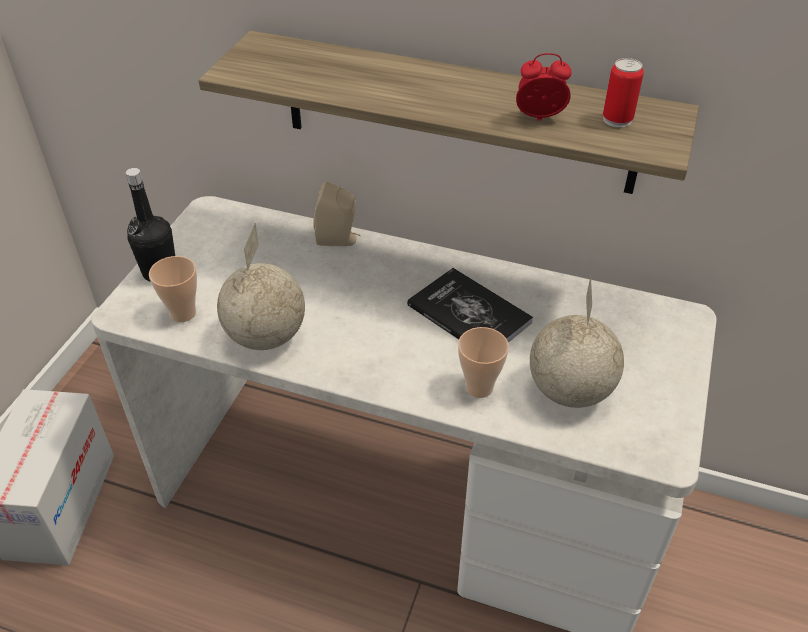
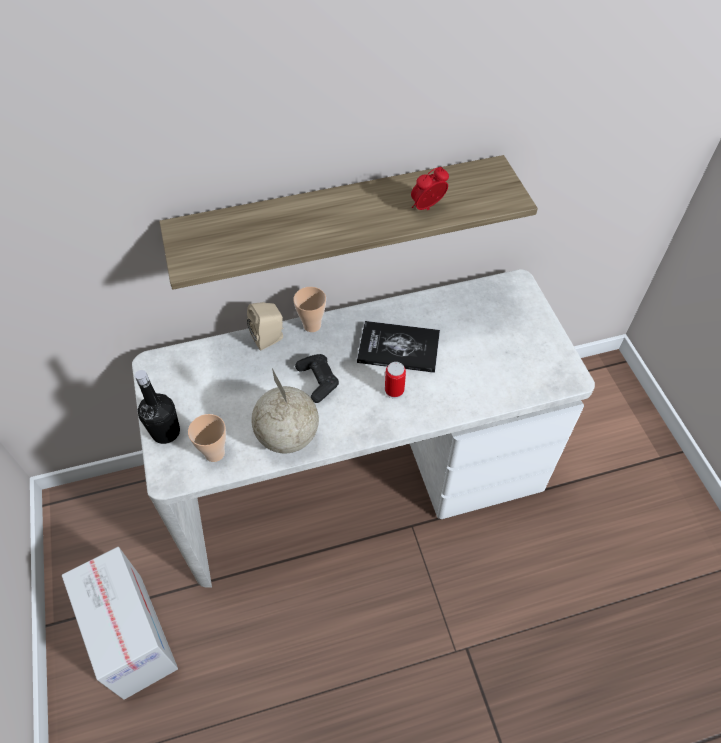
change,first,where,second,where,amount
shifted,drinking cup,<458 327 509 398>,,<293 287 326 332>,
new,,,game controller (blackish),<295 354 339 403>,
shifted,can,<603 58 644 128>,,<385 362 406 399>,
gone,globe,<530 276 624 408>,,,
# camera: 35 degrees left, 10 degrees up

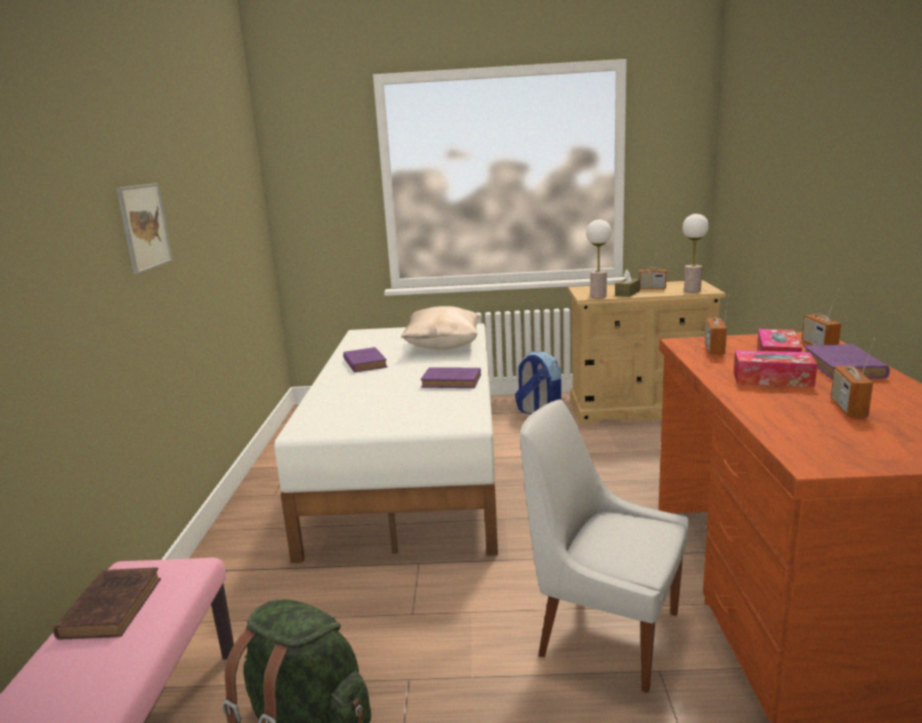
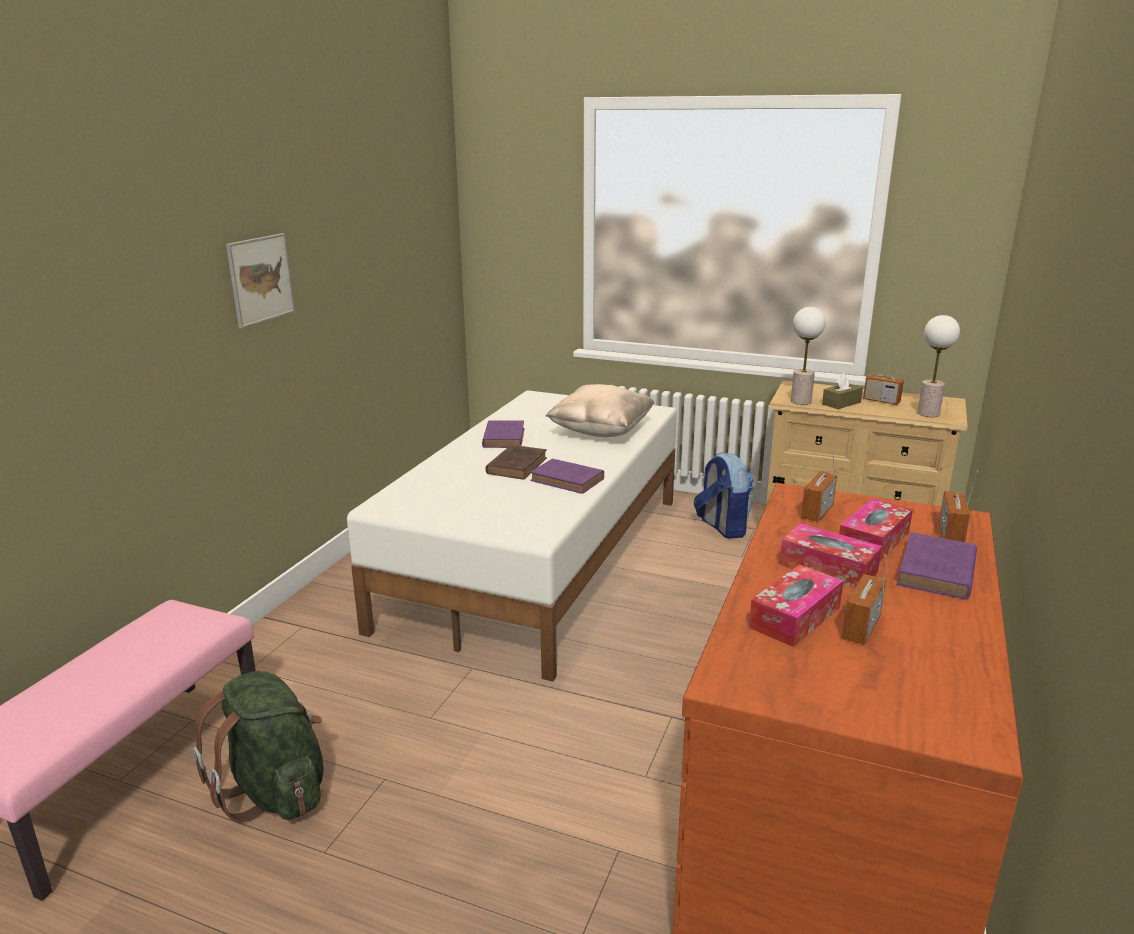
change,first,where,second,where,amount
shifted,volume (brown),<53 567 161 640>,,<486 445 547 480>,
new,,,tissue box,<749 564 843 647>,
gone,plain chair (white),<520 399 689 693>,,,
# camera: 20 degrees right, 5 degrees up

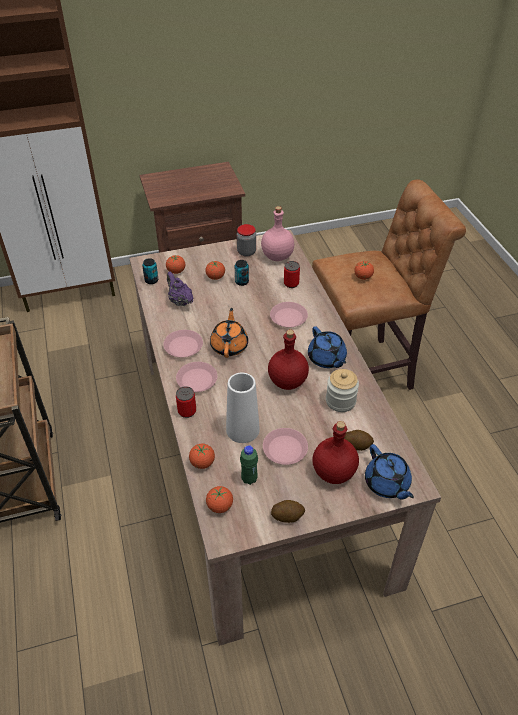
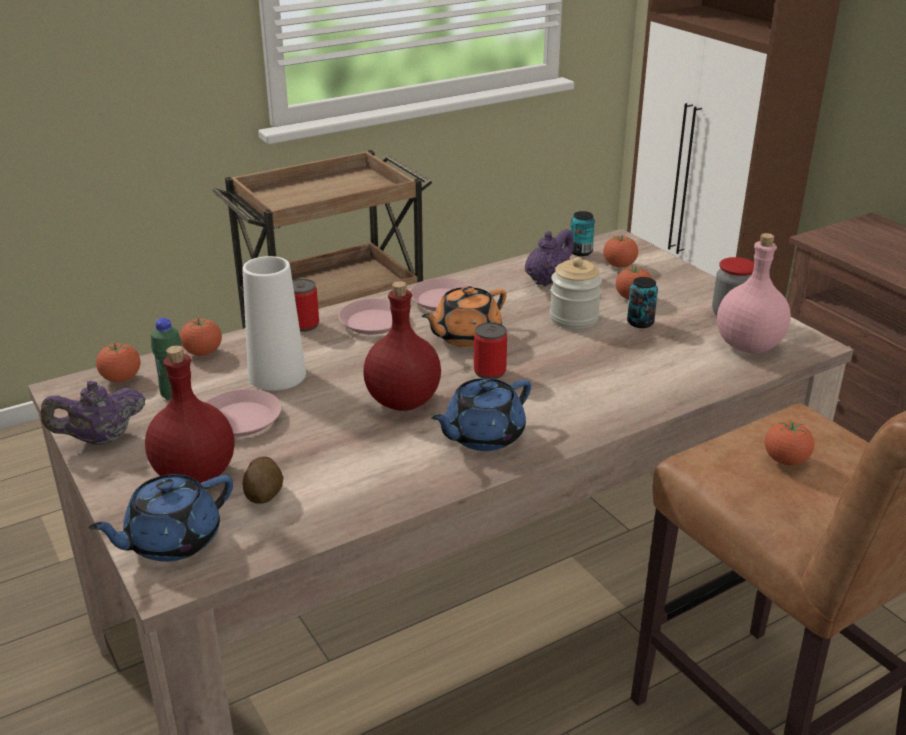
change,first,where,second,where,amount
swapped,potato,<271 500 305 523>,pot for tea (purple),<41 381 145 445>,
rotated,pot for tea (orange),<210 308 248 358>,,<422 286 507 347>,150 degrees clockwise
shifted,can,<284 261 300 288>,,<474 322 507 379>,
shifted,storage jar,<326 369 359 412>,,<550 257 602 329>,
gone,plate (pink-coloured),<270 302 308 328>,,,
# camera: 75 degrees right, 15 degrees down

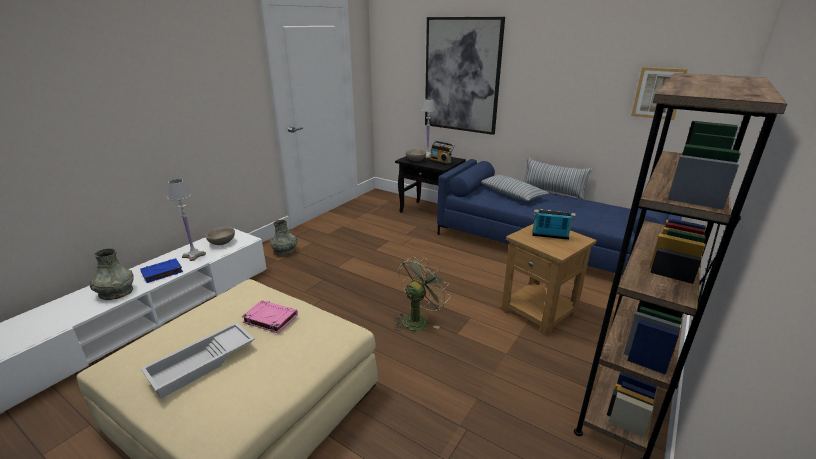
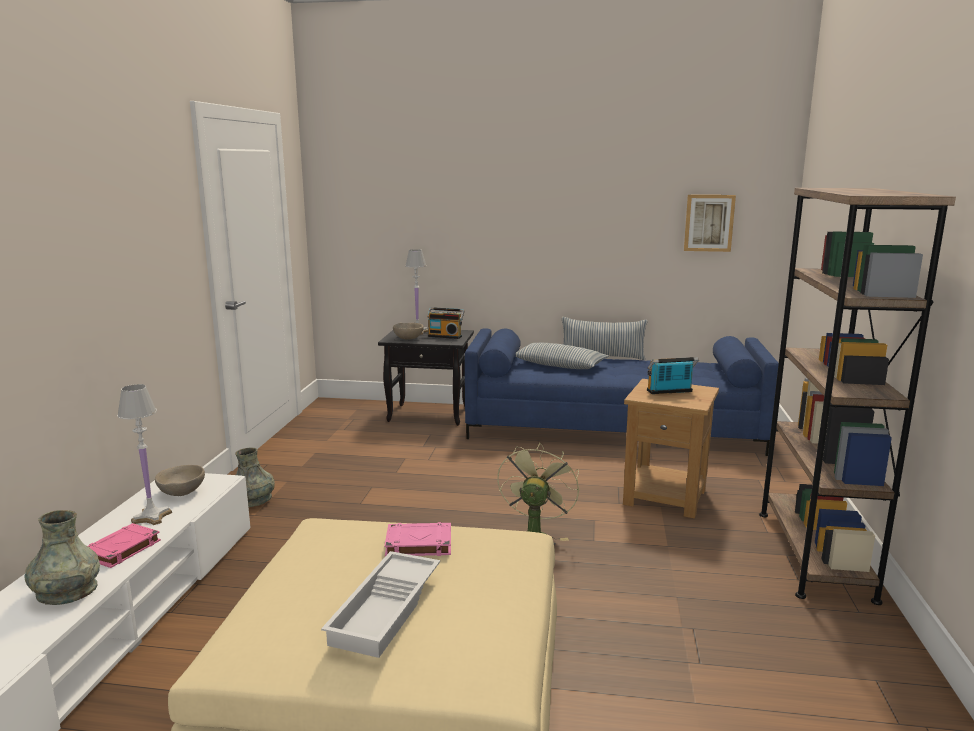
change,first,where,second,where,amount
repainted,volume (bluish),<140 258 183 283>,volume (pink-coloured),<88 523 161 568>,
gone,picture,<425 17 505 135>,,,
# camera: 25 degrees left, 10 degrees down

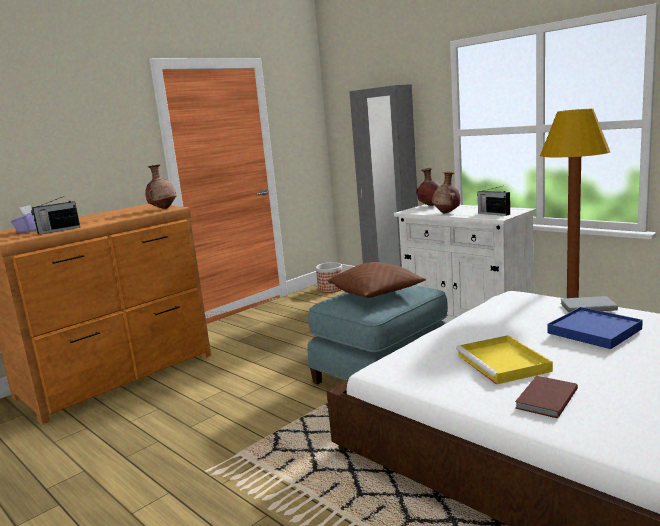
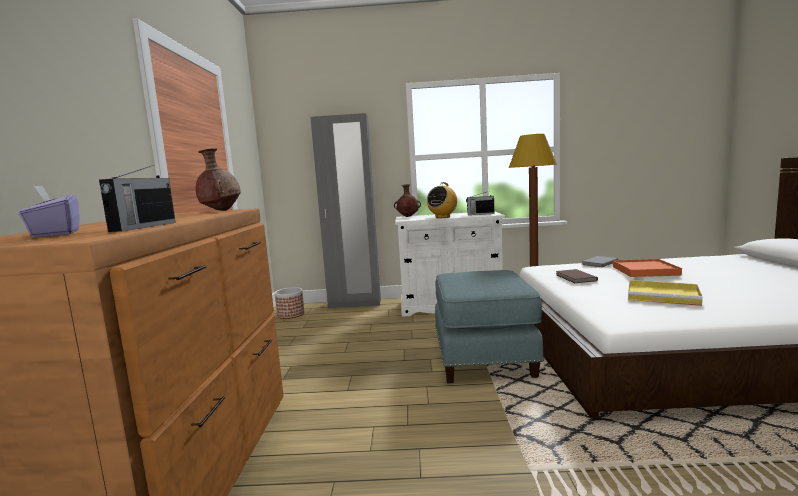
change,first,where,second,where,amount
swapped,vase (brown),<432 171 460 214>,radio set,<427 182 457 218>,
shifted,volume (brown),<515 376 578 418>,,<556 269 598 283>,
repainted,serving tray (bluish),<547 307 643 349>,serving tray (orange),<613 259 682 277>,
gone,pillow (brown),<328 262 426 298>,,,
# camera: 45 degrees left, 5 degrees down

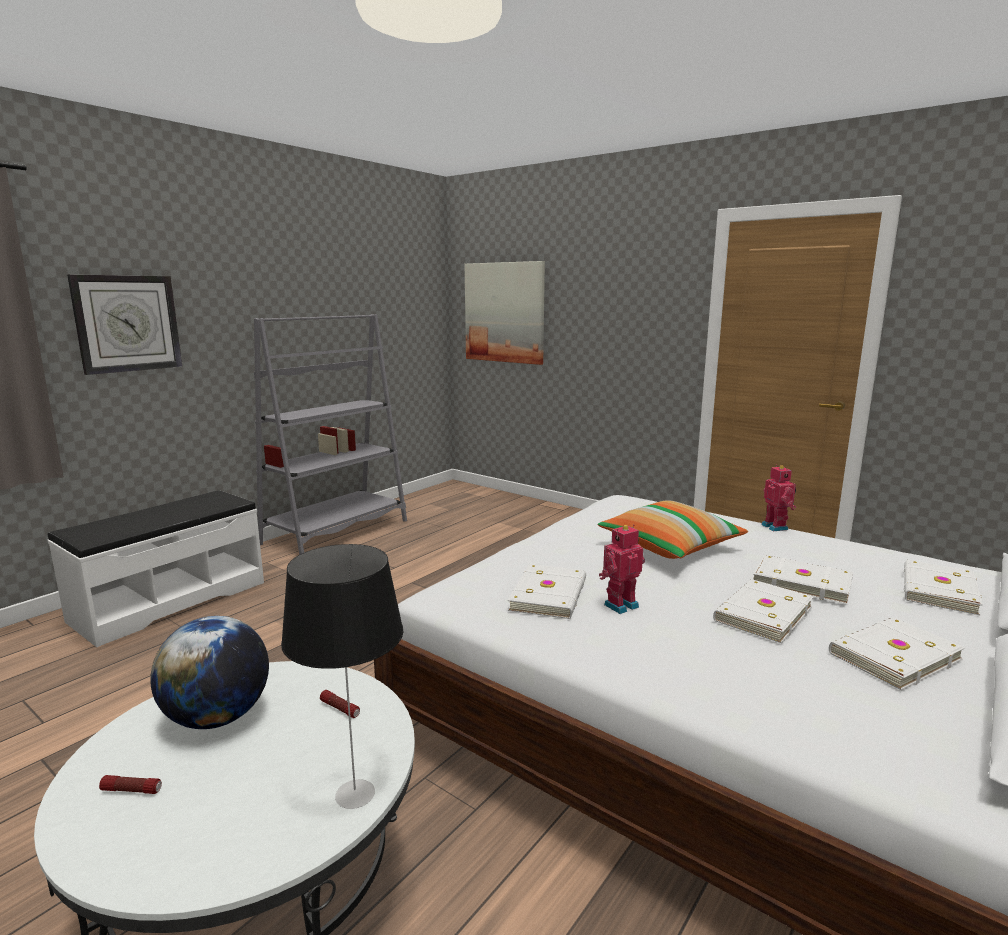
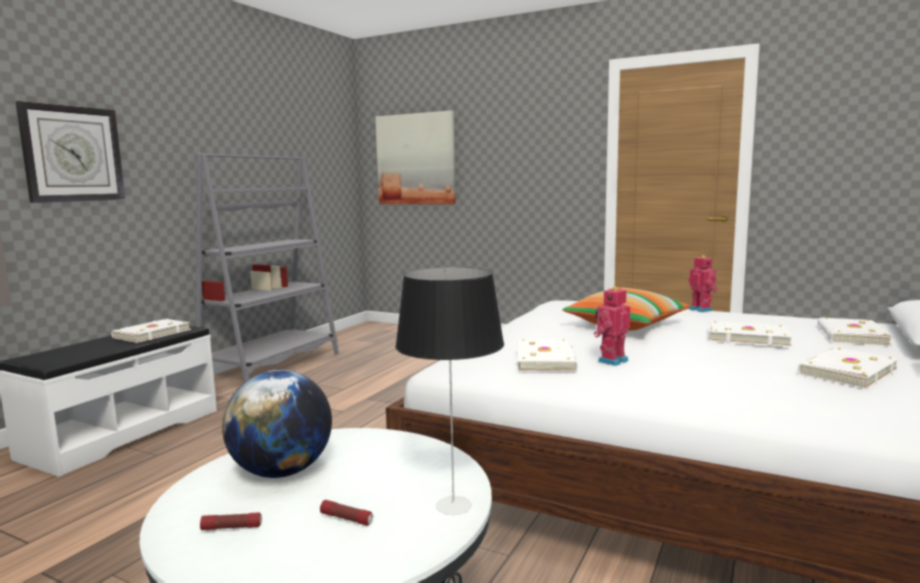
change,first,where,second,where,amount
shifted,volume (white),<713 579 814 643>,,<111 319 191 343>,
shifted,flashlight,<320 690 360 718>,,<320 500 373 526>,
# camera: 10 degrees left, 5 degrees down

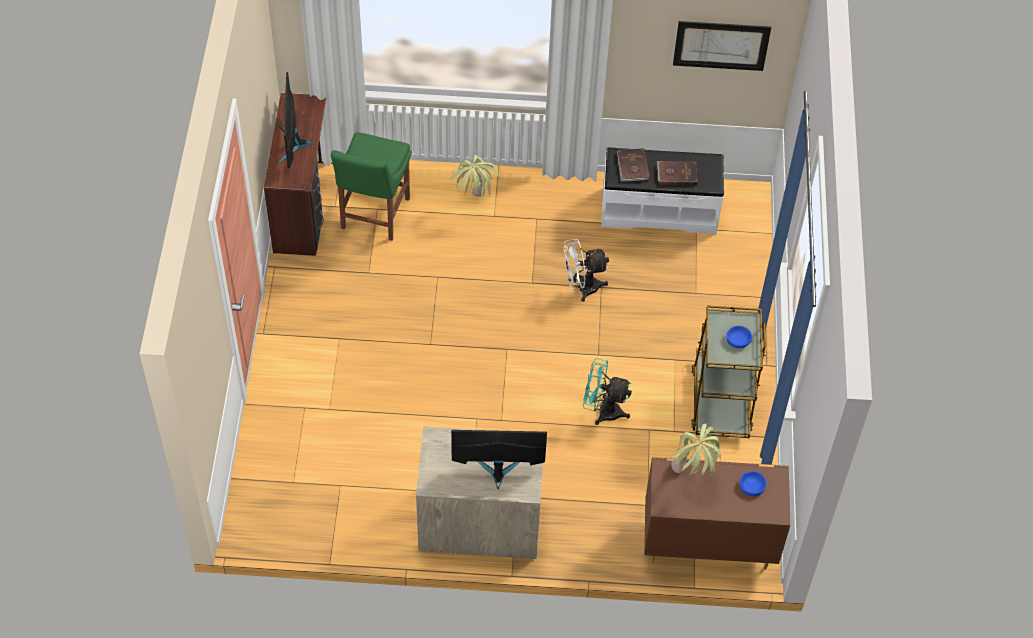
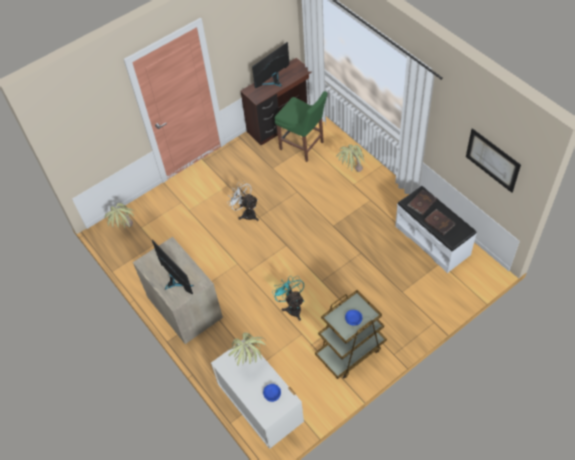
change,first,where,second,where,amount
new,,,potted plant,<104 203 134 228>,
repainted,drawer chest (brown),<644 457 790 570>,drawer chest (white),<211 340 304 449>,
shifted,cooling fan (white),<563 239 609 302>,,<227 181 259 221>,
rotated,plain chair (greenish),<331 132 411 241>,,<275 91 328 162>,120 degrees counterclockwise
# camera: 55 degrees right, 0 degrees up

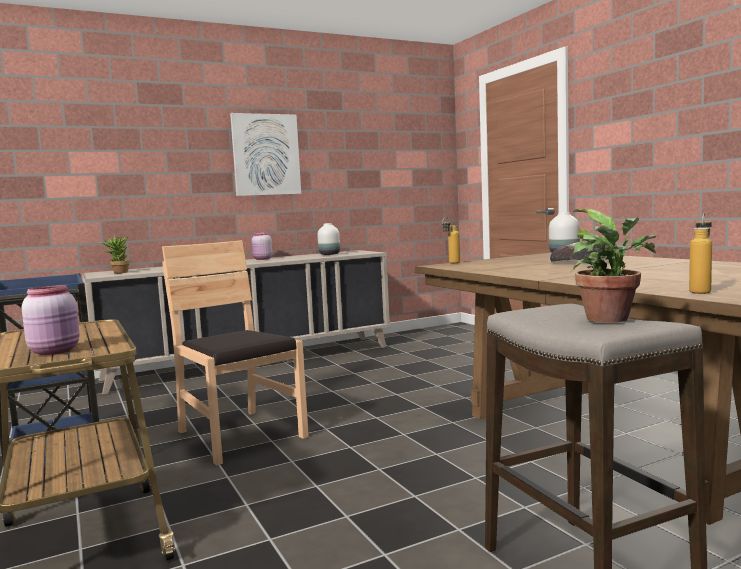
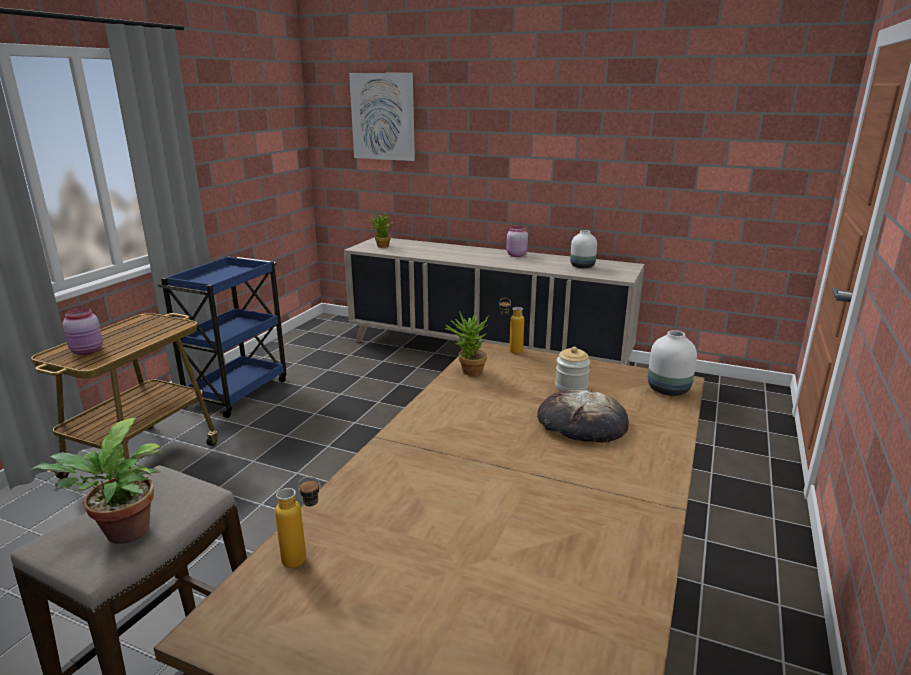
change,first,where,second,where,amount
shifted,picture,<230 113 301 196>,,<349 73 415 161>,
new,,,potted plant,<445 311 489 376>,
new,,,storage jar,<555 347 590 391>,
gone,plain chair (brown),<162 240 309 465>,,,
# camera: 50 degrees right, 15 degrees up

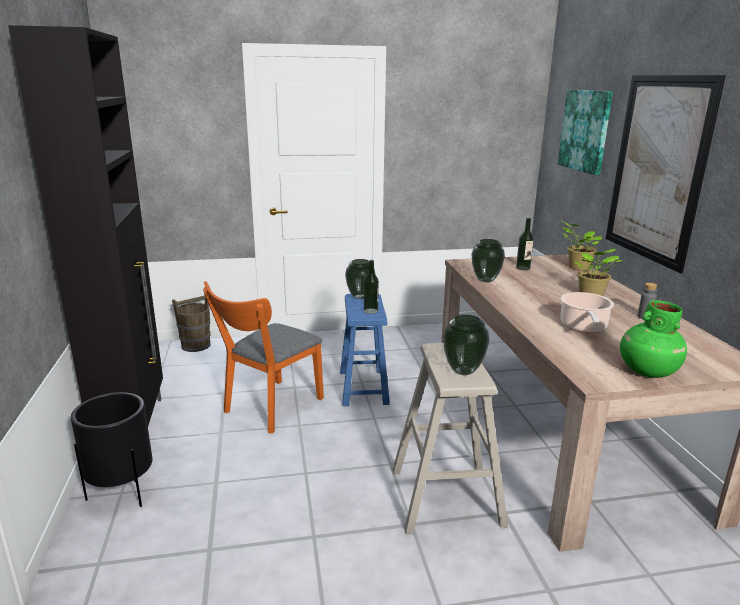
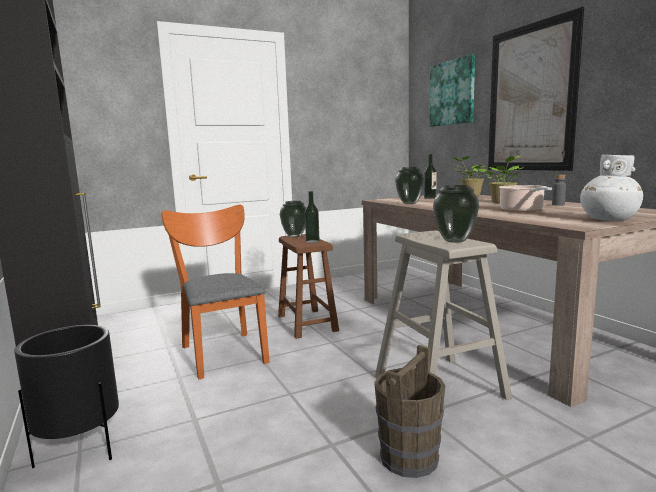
change,first,where,second,where,amount
rotated,plain chair (orange),<203 281 324 434>,,<161 204 270 379>,135 degrees clockwise
repainted,stool (bluish),<340 294 390 406>,stool (brown),<278 234 339 339>,
shifted,water bucket (brown),<172 296 211 352>,,<374 345 445 478>,
repainted,vase (greenish),<620 300 687 378>,vase (white),<580 155 643 221>,
# camera: 15 degrees left, 10 degrees down

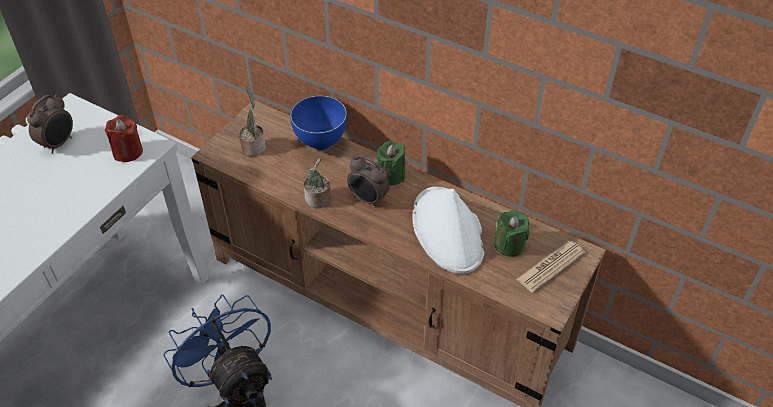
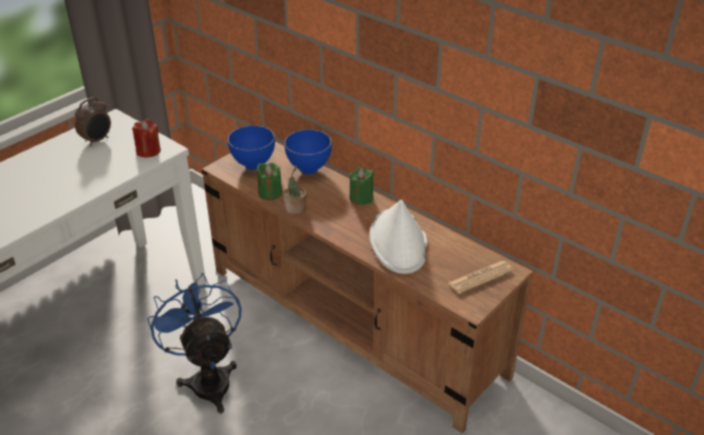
change,first,where,second,where,amount
swapped,potted plant,<239 86 266 156>,bowl (bluish),<227 125 275 170>,
shifted,candle (greenish),<494 210 529 257>,,<256 163 282 200>,
gone,alarm clock,<347 155 390 208>,,,
# camera: 10 degrees right, 10 degrees down

